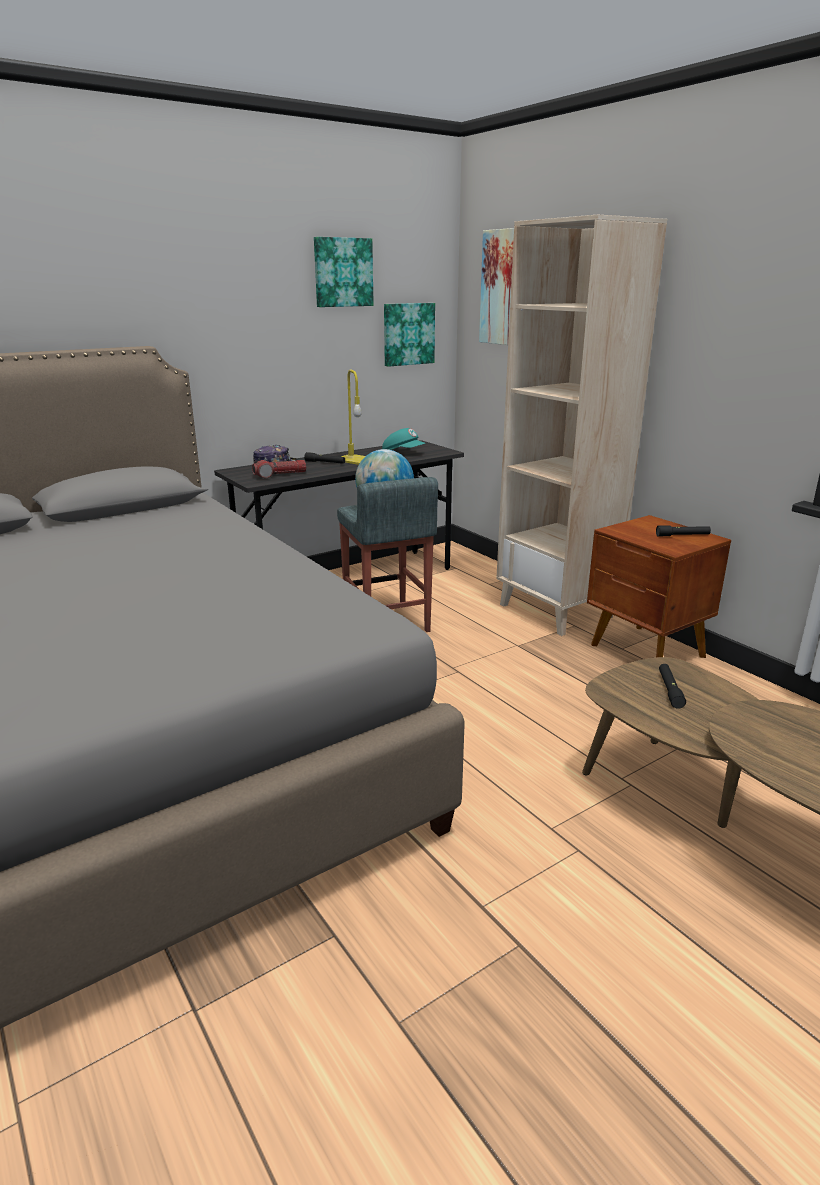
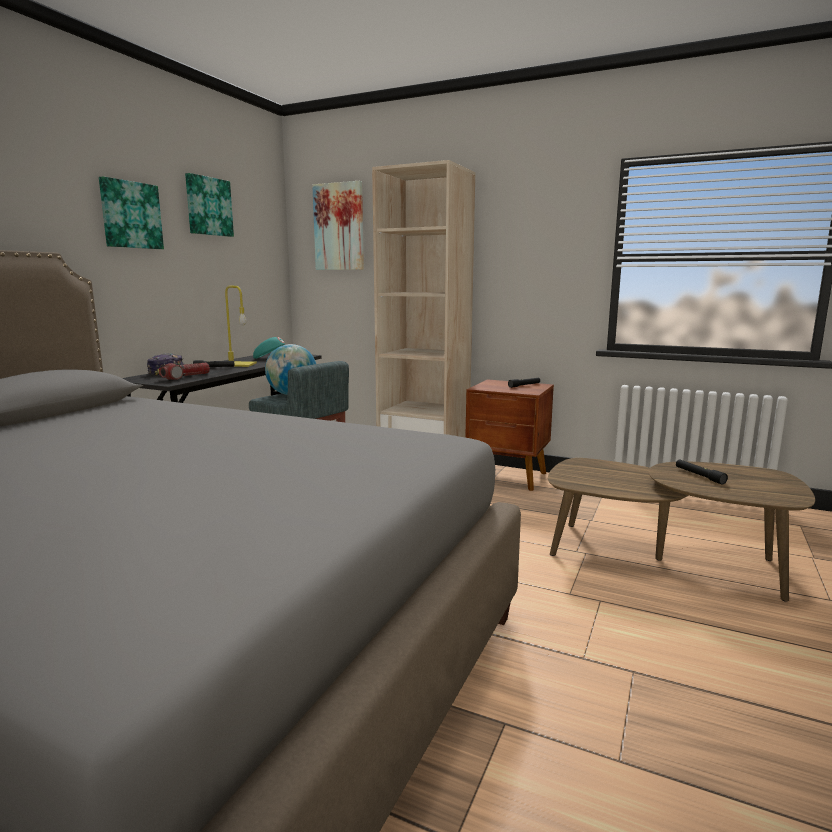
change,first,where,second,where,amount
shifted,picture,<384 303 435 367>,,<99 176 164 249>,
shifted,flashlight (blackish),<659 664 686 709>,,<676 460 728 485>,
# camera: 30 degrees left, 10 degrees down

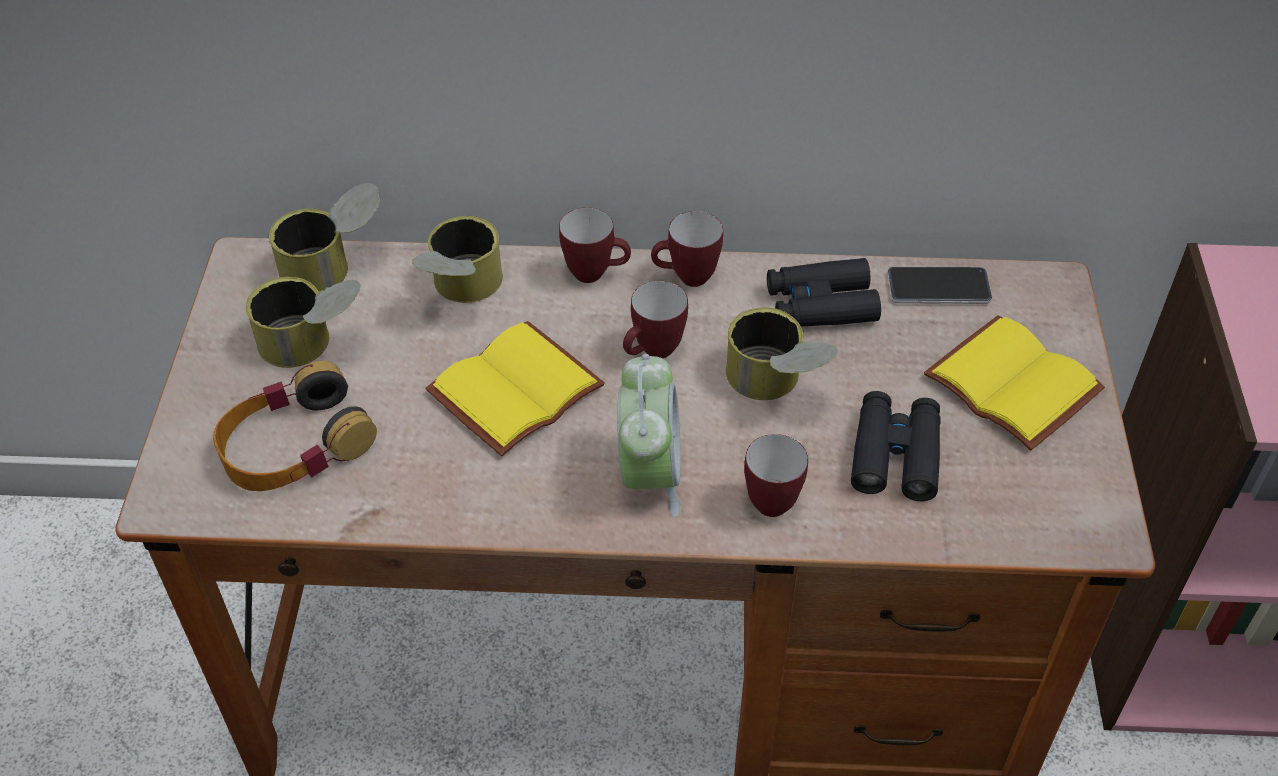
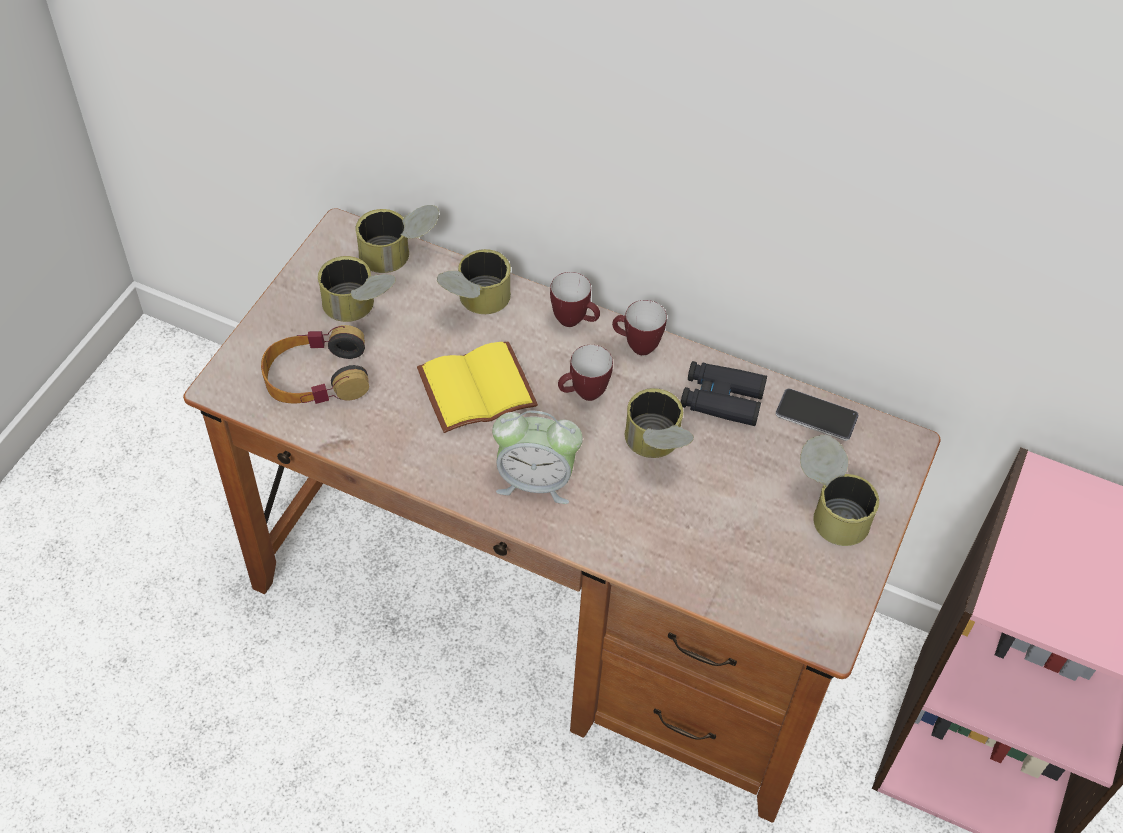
change,first,where,second,where,amount
rotated,alarm clock,<617 354 681 517>,,<492 411 583 504>,75 degrees clockwise
swapped,volume (yellow-coloured),<924 315 1105 451>,can,<800 435 879 546>,
gone,tea mug,<744 434 808 517>,,,
gone,pair of binoculars (blackish),<851 391 941 501>,,,
# camera: 20 degrees right, 5 degrees up

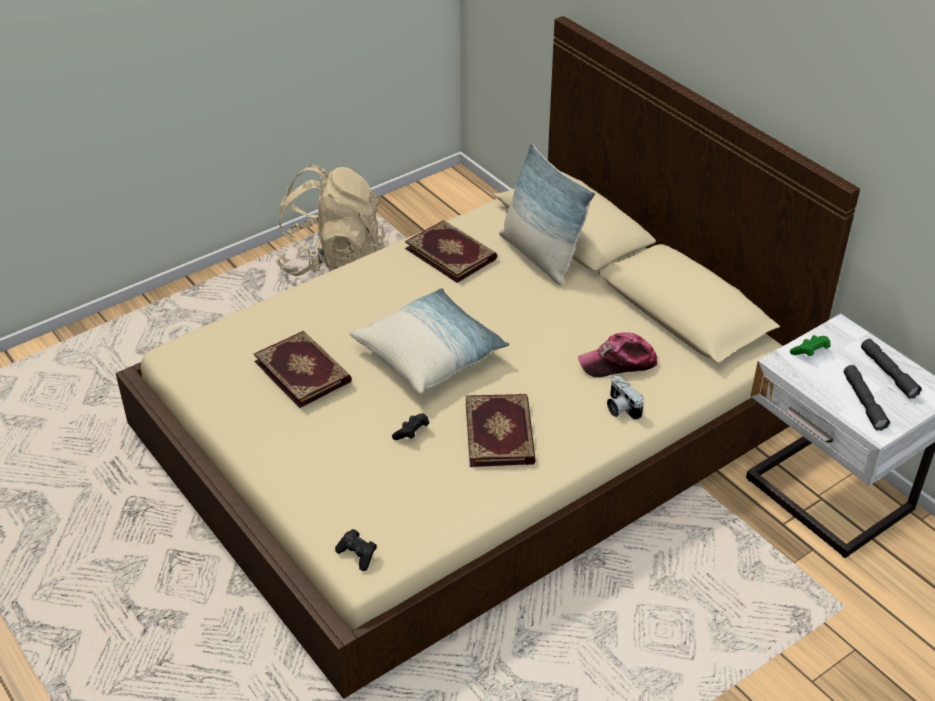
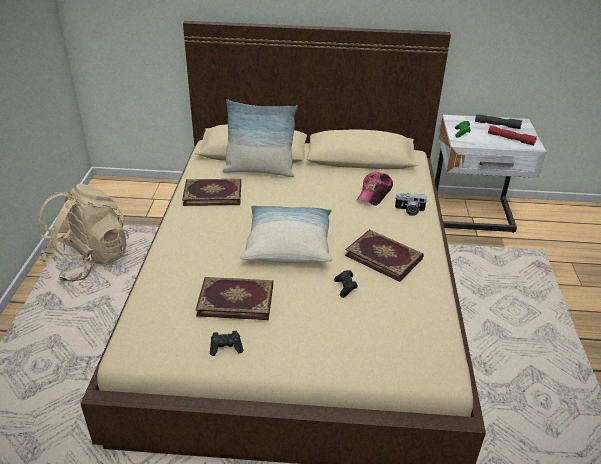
change,first,where,second,where,amount
shifted,game controller (blackish),<335 529 377 571>,,<210 331 243 356>,
repainted,flashlight (greyish),<844 365 890 431>,flashlight (red-coloured),<488 126 537 146>,
# camera: 50 degrees left, 5 degrees down

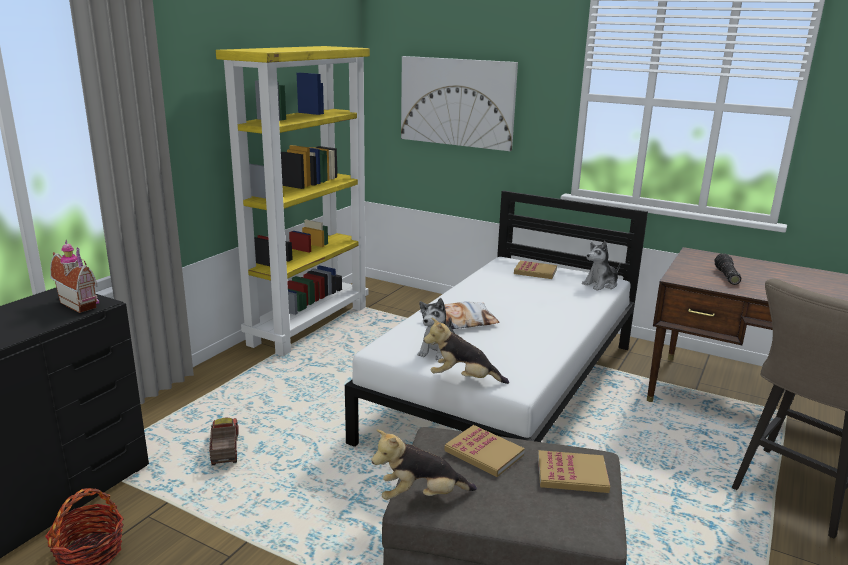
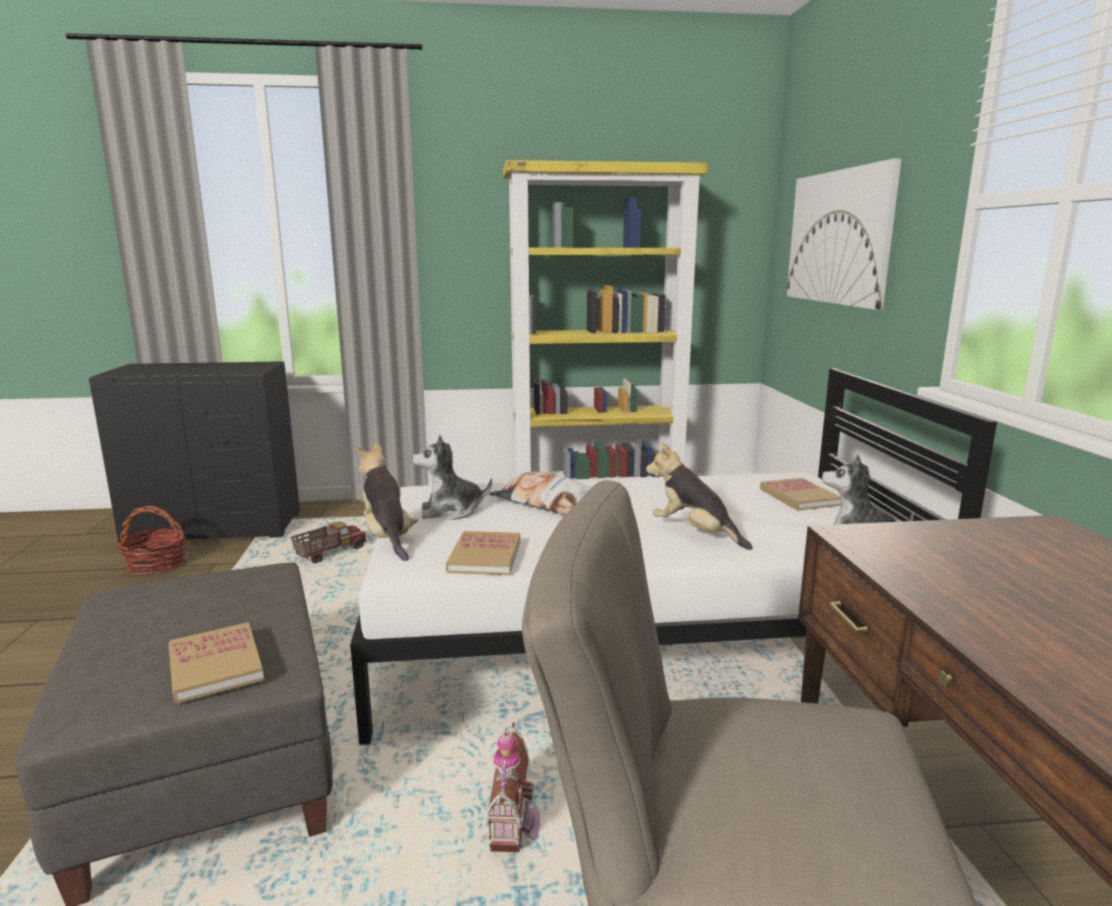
change,first,where,second,where,amount
shifted,volume,<444 425 525 477>,,<446 531 520 575>,
shifted,toy house,<50 240 99 313>,,<485 723 540 852>,
shifted,soft toy,<371 429 477 500>,,<646 442 753 550>,
gone,flashlight,<714 254 741 285>,,,
# camera: 55 degrees right, 5 degrees down

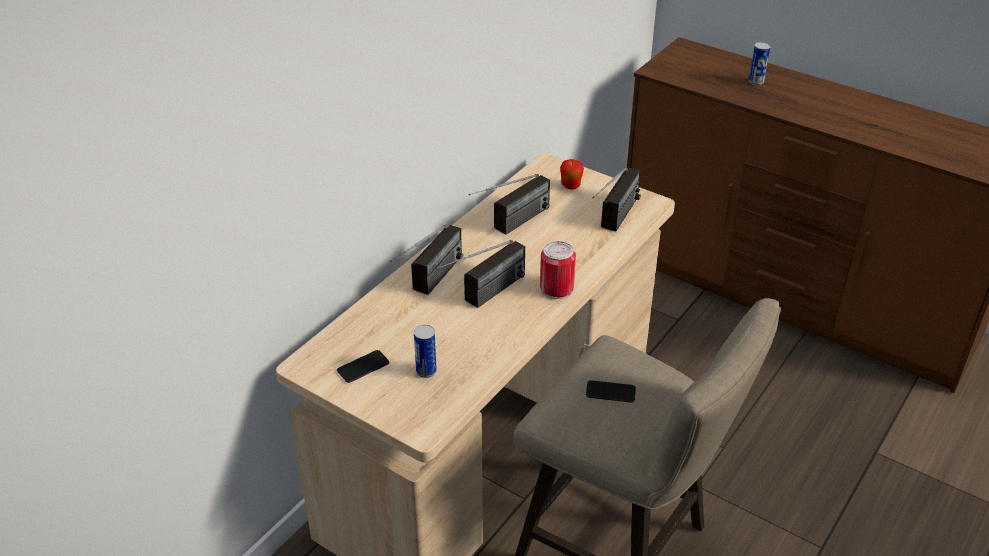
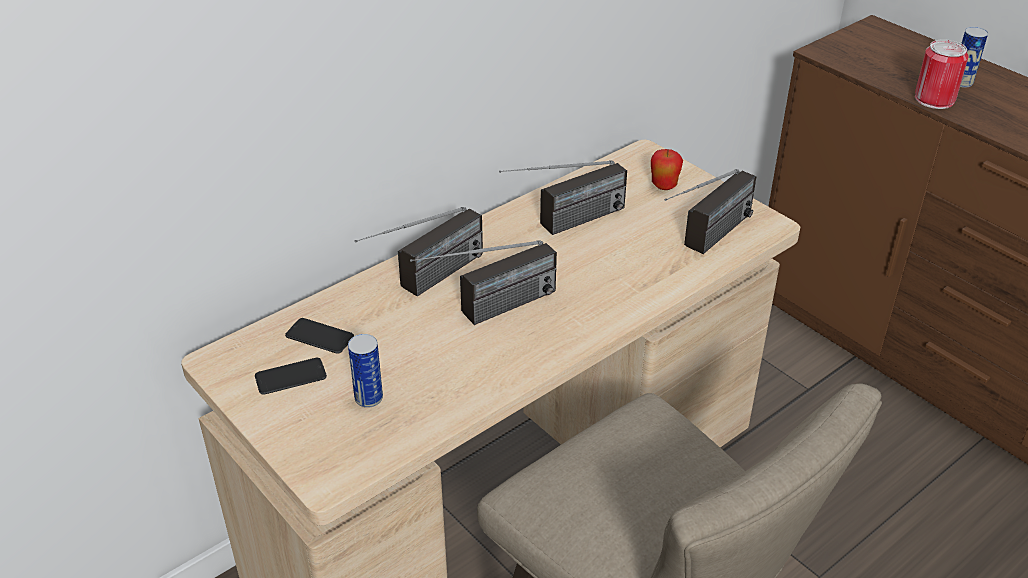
change,first,where,second,where,amount
shifted,handset,<586 380 636 402>,,<285 318 354 354>,
shifted,can,<540 241 576 299>,,<915 39 969 109>,
# camera: 15 degrees right, 0 degrees up

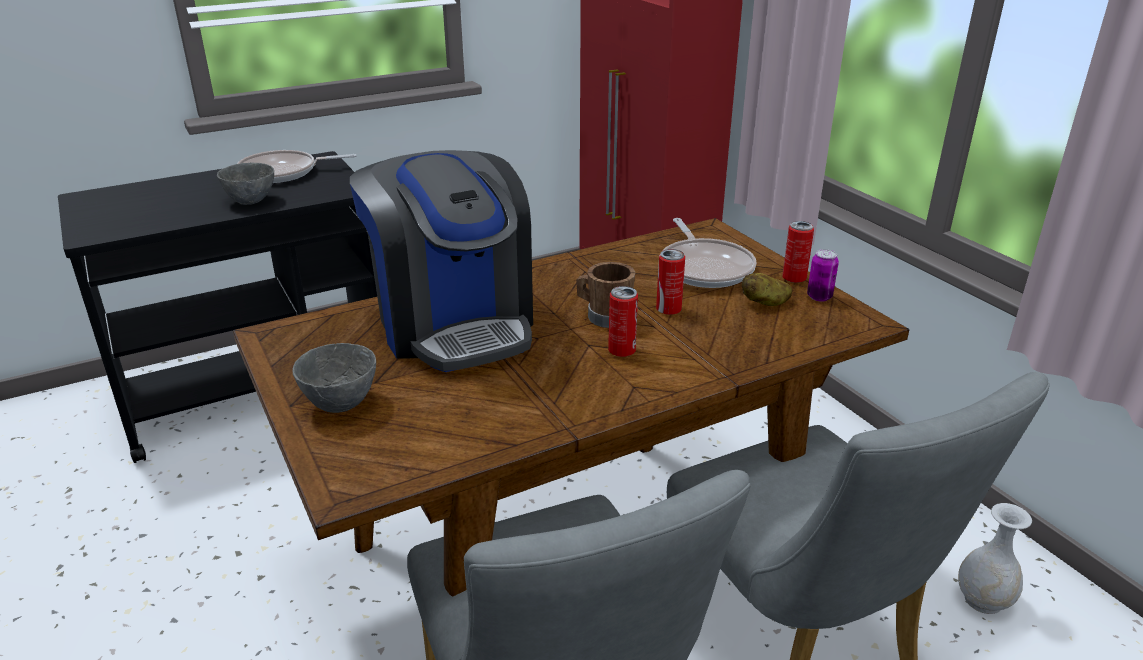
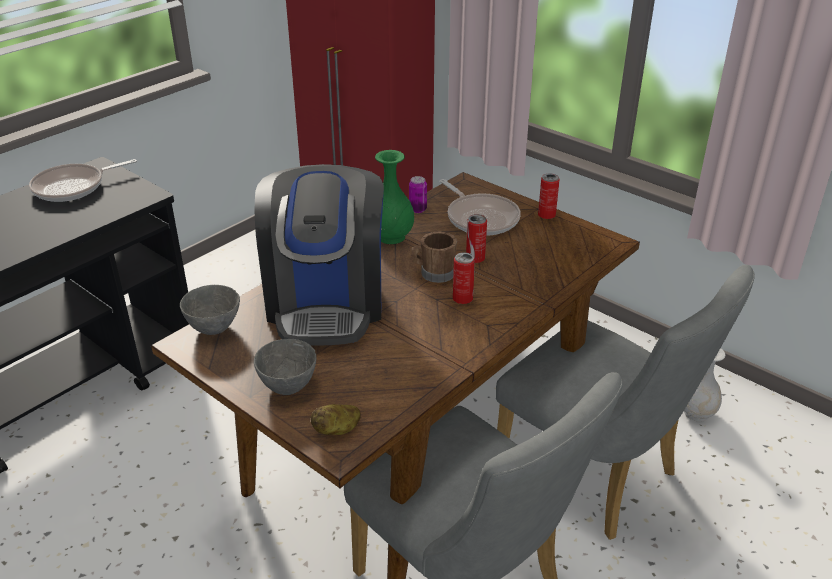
change,first,where,second,where,amount
shifted,bowl (greyish),<217 163 274 205>,,<180 285 240 335>,
rotated,coffee maker,<350 150 533 372>,,<255 164 384 346>,45 degrees clockwise
shifted,potato,<742 273 792 306>,,<311 404 361 435>,
new,,,vase (greenish),<375 150 414 244>,
shifted,can,<807 249 839 302>,,<409 176 427 213>,
# camera: 20 degrees left, 5 degrees up

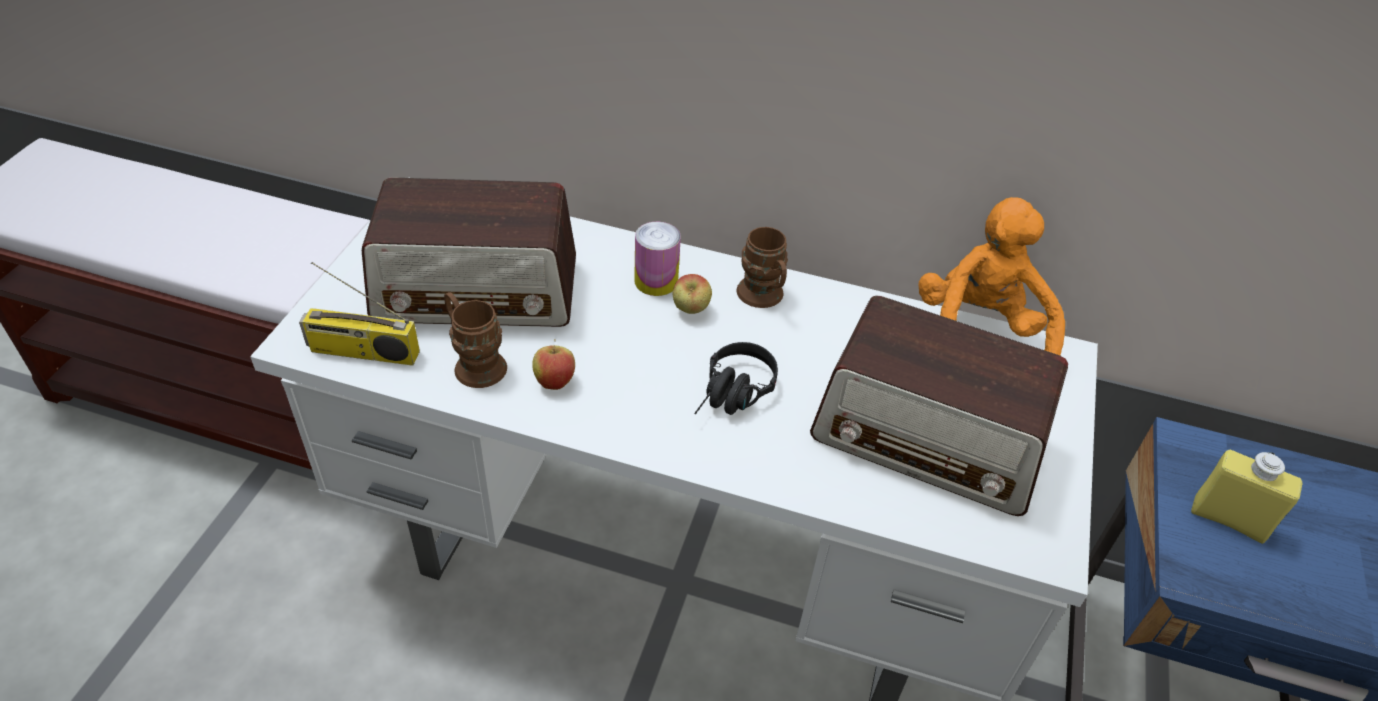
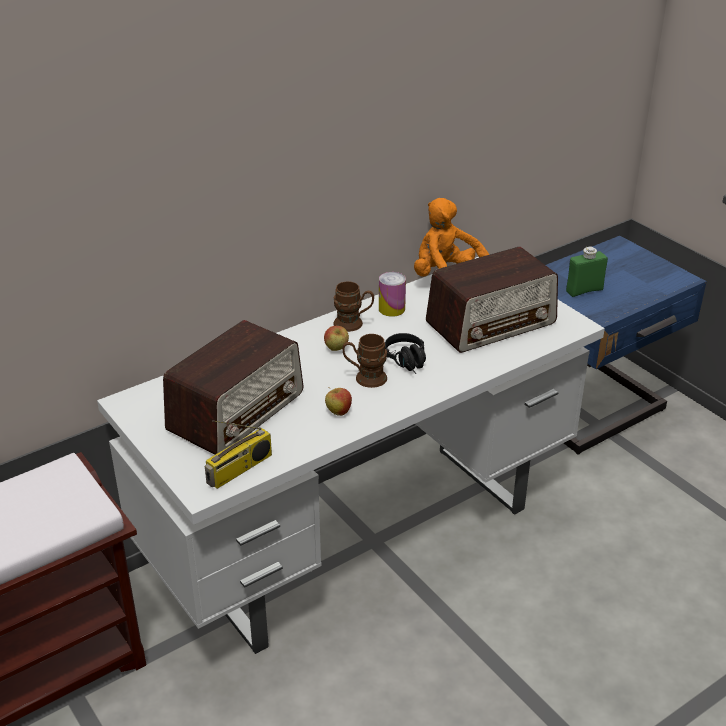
change,first,where,second,where,amount
shifted,tea mug (brown),<444 292 507 388>,,<342 334 387 388>,
shifted,can,<634 222 681 296>,,<379 272 406 317>,
repainted,bottle (yellow-coloured),<1191 449 1302 544>,bottle (greenish),<566 247 608 297>,
# camera: 50 degrees left, 10 degrees down

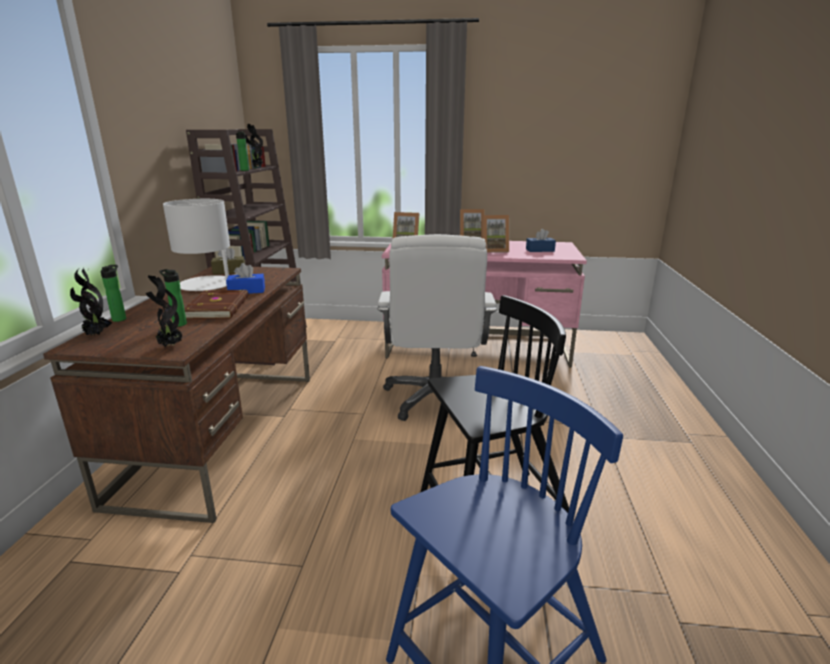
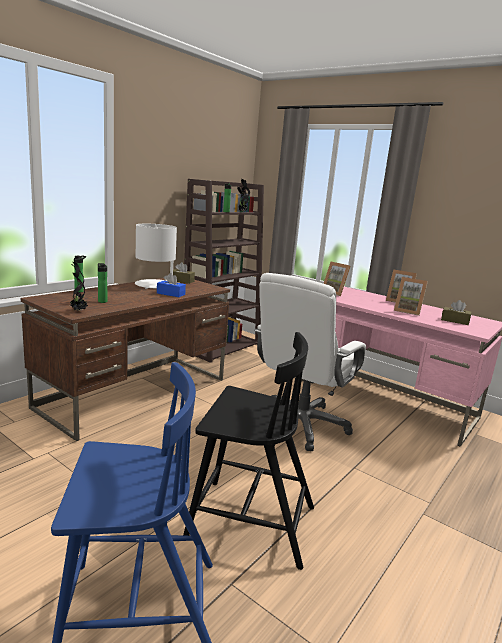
change,first,where,second,where,amount
repainted,tissue box (bluish),<526 228 556 252>,tissue box (brown),<441 300 472 325>,
gone,potted plant,<70 268 113 335>,,,
gone,volume (brown),<184 290 248 319>,,,
# camera: 30 degrees right, 5 degrees down

